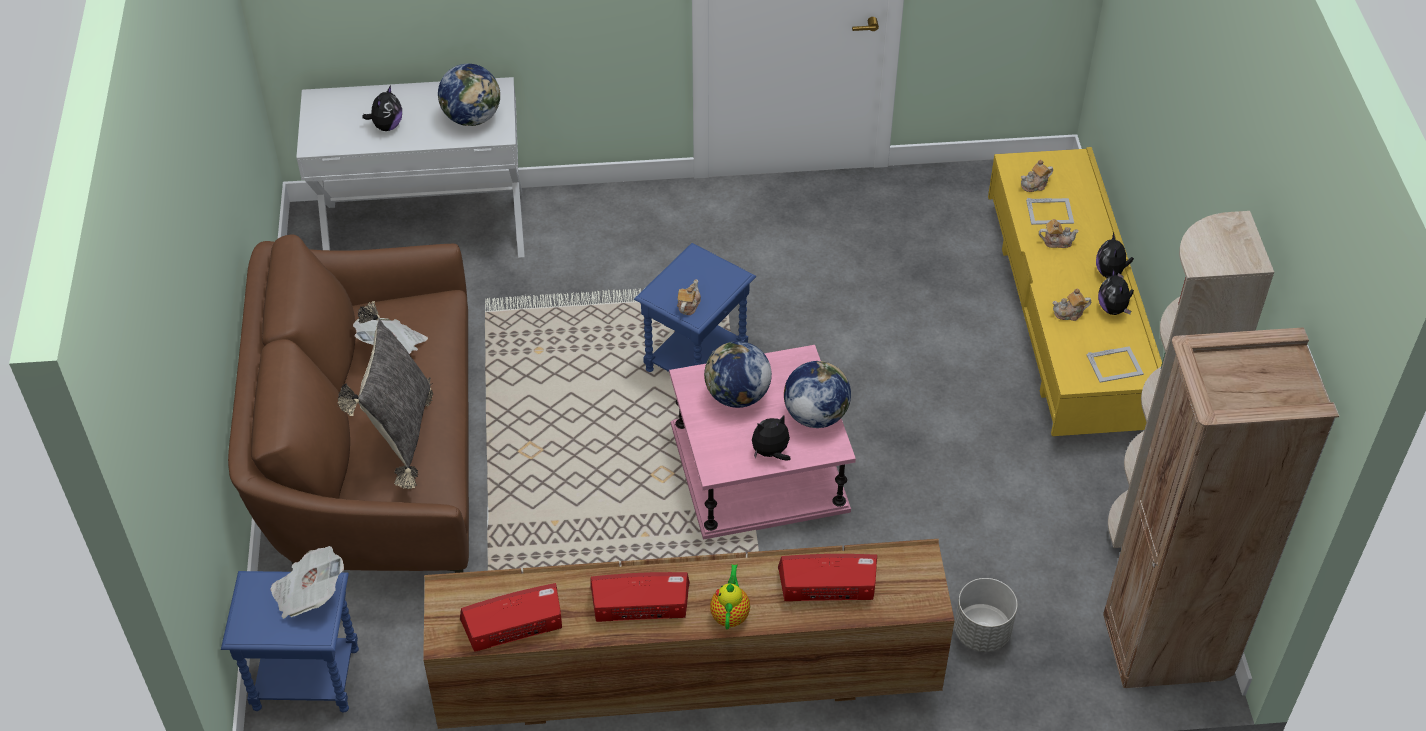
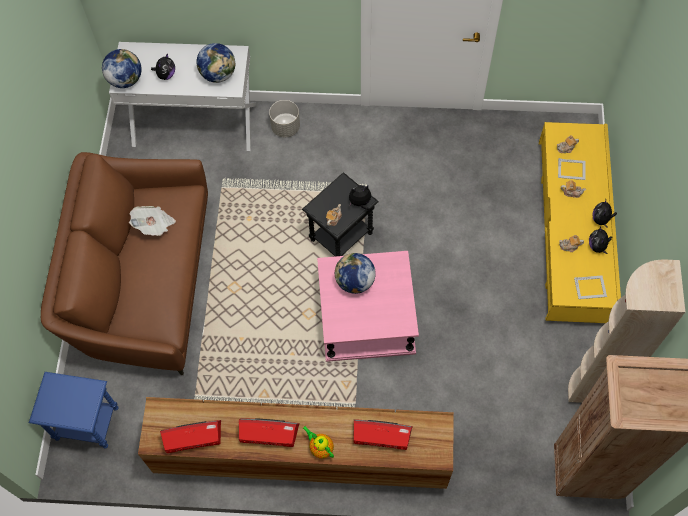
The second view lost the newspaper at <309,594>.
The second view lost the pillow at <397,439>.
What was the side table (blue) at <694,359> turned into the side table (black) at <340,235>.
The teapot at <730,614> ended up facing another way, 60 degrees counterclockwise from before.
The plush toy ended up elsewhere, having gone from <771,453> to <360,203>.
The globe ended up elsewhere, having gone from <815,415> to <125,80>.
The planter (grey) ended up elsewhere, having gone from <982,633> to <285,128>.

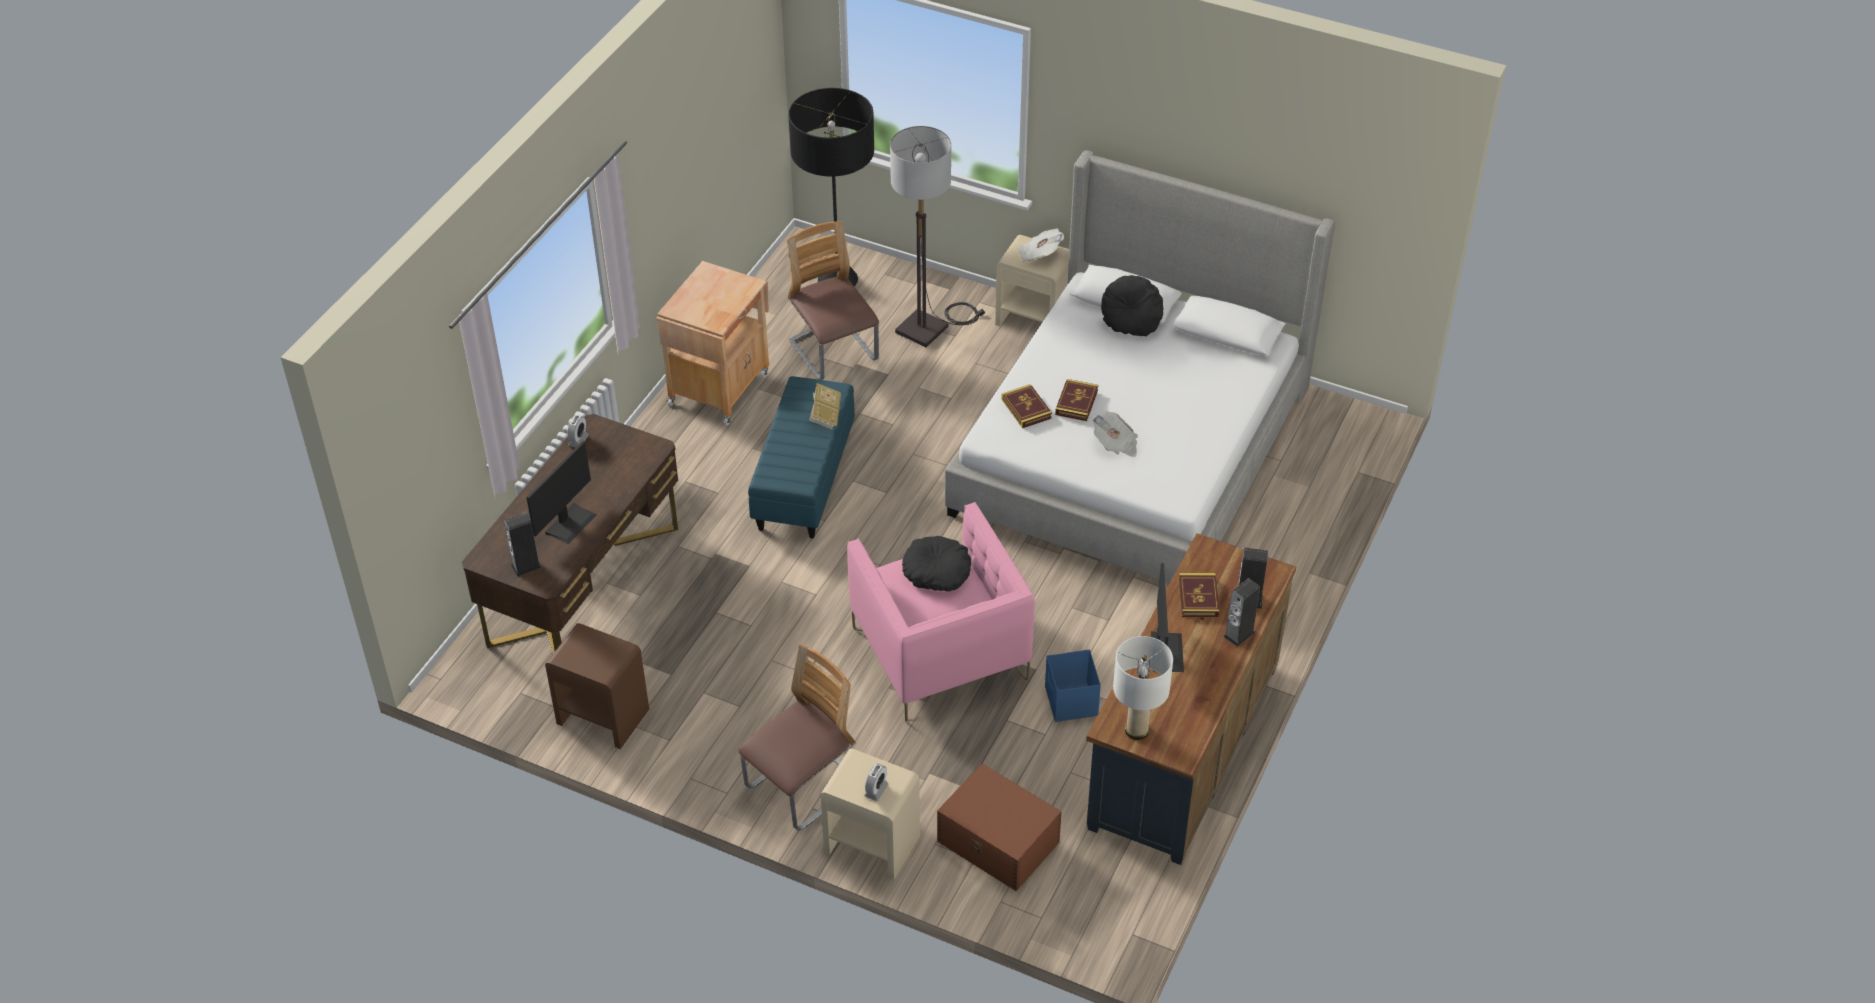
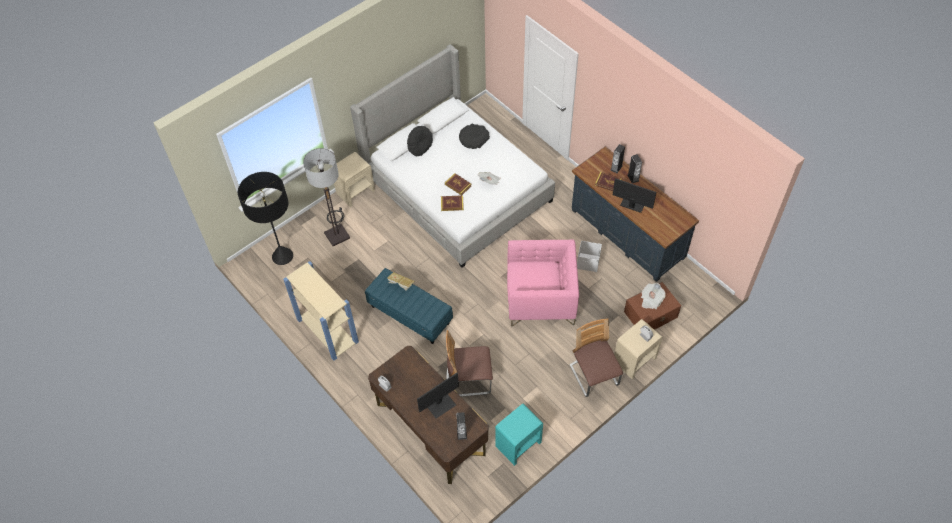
The monitor at <570,523> ended up facing another way, 90 degrees clockwise from before.
What was the nightstand (brown) at <602,716> turned into the nightstand (turquoise) at <518,444>.
Where the cart (brown) stood at <720,388>, the bookcase (beige) came to stand at <327,330>.
The chair ended up elsewhere, having gone from <833,352> to <469,380>.
The pillow (black) ended up elsewhere, having gone from <937,571> to <473,139>.
The newspaper ended up elsewhere, having gone from <1039,254> to <651,300>.
What was the storage box (blue) at <1071,702> turned into the storage box (white) at <588,262>.
The second view lost the table lamp (white) at <1137,730>.

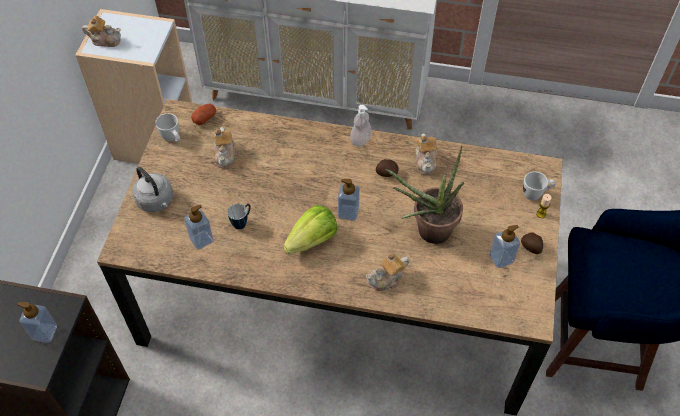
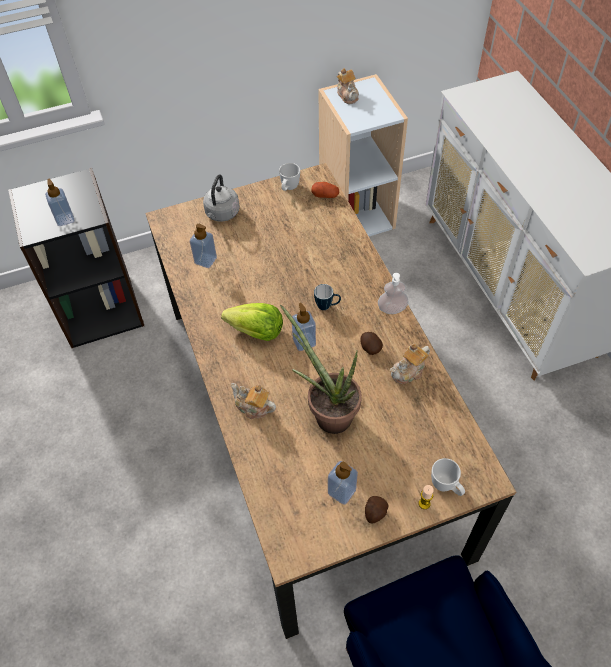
The second view lost the teapot at <225,155>.
The mug ended up elsewhere, having gone from <242,222> to <327,306>.

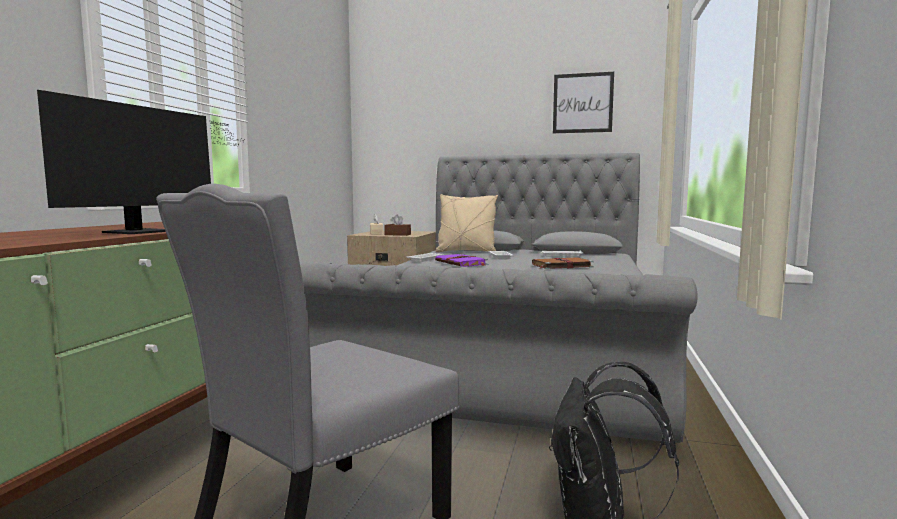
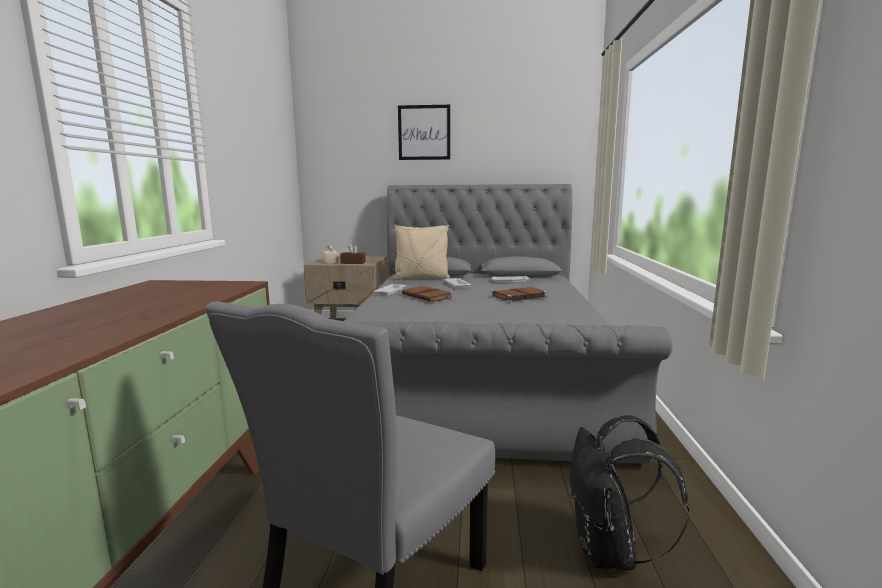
The second view lost the monitor at <148,231>.
What was the book (purple) at <461,263> turned into the book (brown) at <428,296>.
The picture ended up elsewhere, having gone from <582,103> to <424,132>.

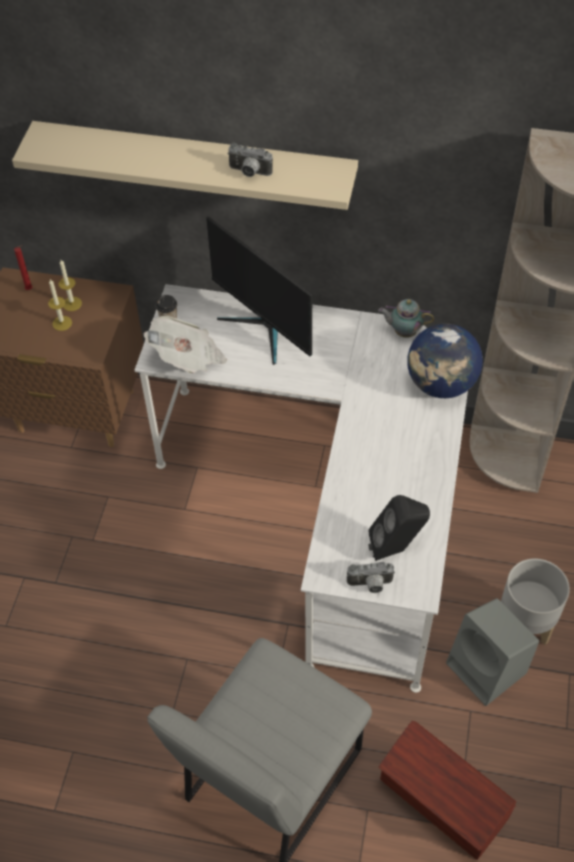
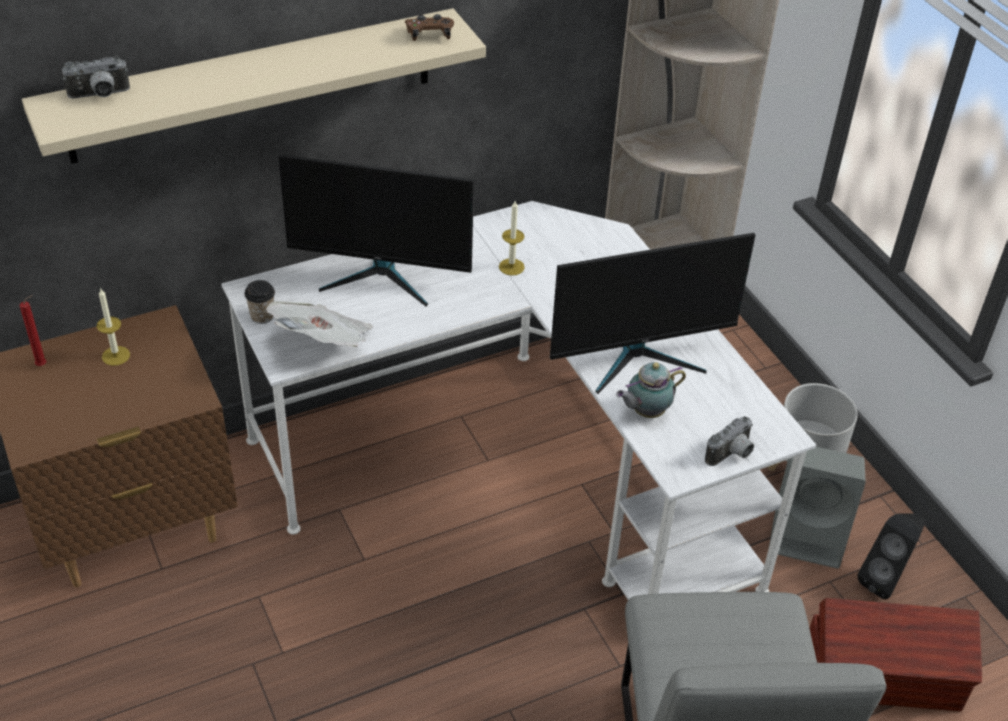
The candle ended up elsewhere, having gone from <62,323> to <511,267>.
The photo camera ended up elsewhere, having gone from <249,173> to <100,96>.
The speaker (black) ended up elsewhere, having gone from <396,548> to <885,579>.
The teapot ended up elsewhere, having gone from <403,332> to <646,412>.
The second view lost the globe at <441,384>.
The second view gained the game controller (brown) at <429,35>.
The second view gained the monitor at <640,358>.

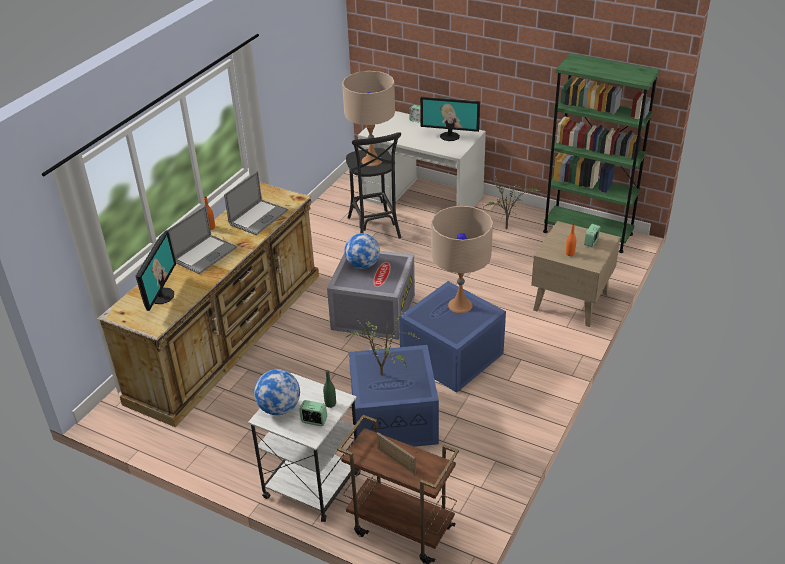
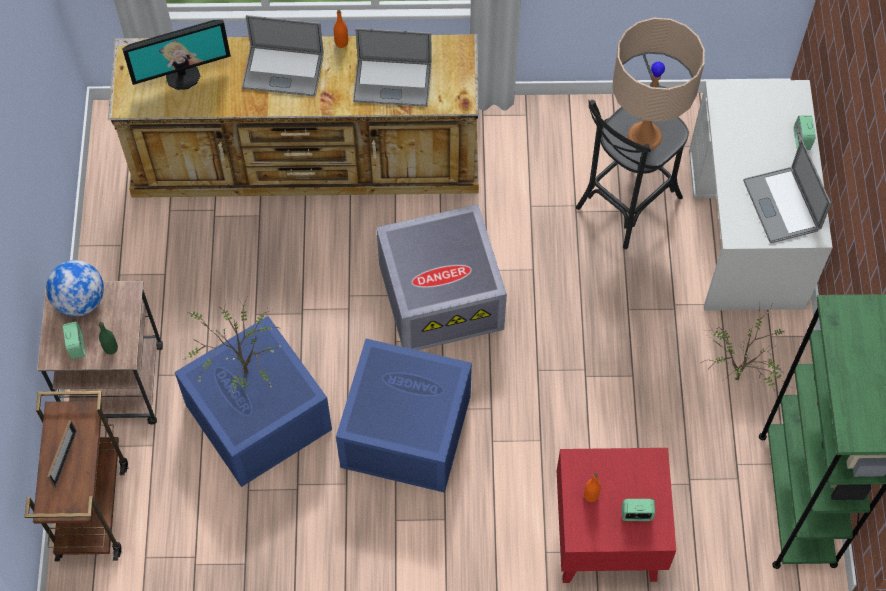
What was the cart (white) at <311,484> turned into the cart (brown) at <115,382>.
The second view lost the globe at <363,265>.
Where the monitor stood at <450,136>, the laptop came to stand at <781,205>.
The second view lost the table lamp (beige) at <460,305>.
What was the nightstand (beige) at <570,302> turned into the nightstand (red) at <605,537>.

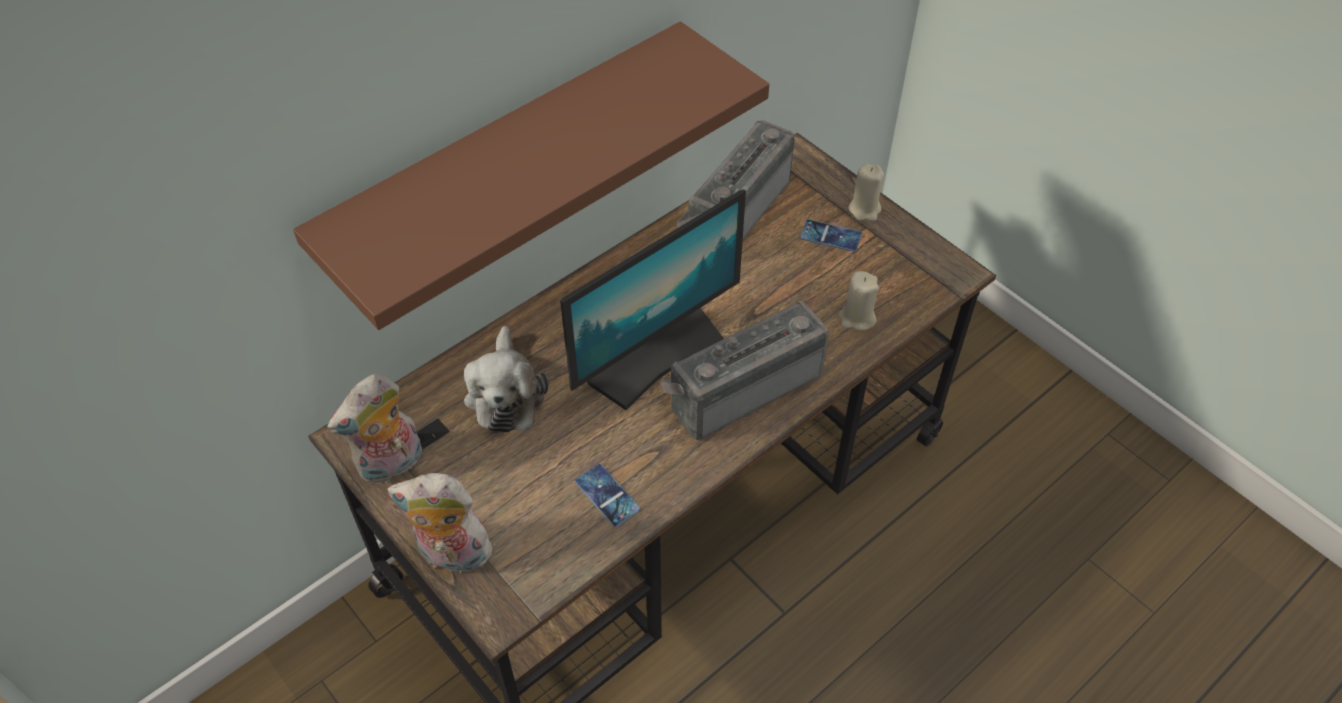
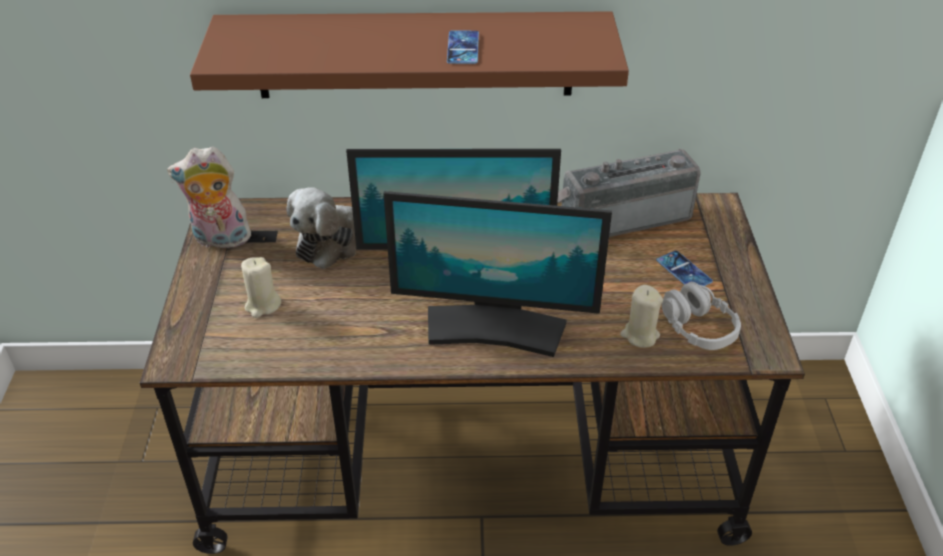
The second view lost the plush toy at <451,555>.
The phone ended up elsewhere, having gone from <607,495> to <463,48>.
Where the radio stood at <742,387>, the monitor came to stand at <494,328>.
The candle (beige) ended up elsewhere, having gone from <864,209> to <262,305>.
The second view gained the headphones (grey) at <698,328>.

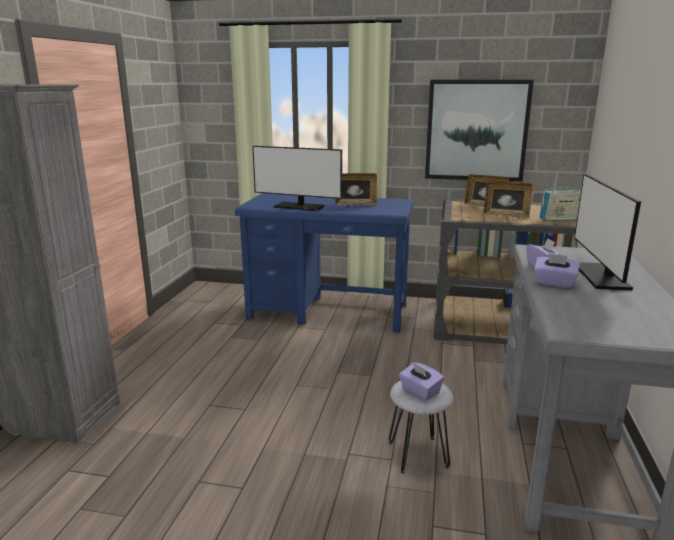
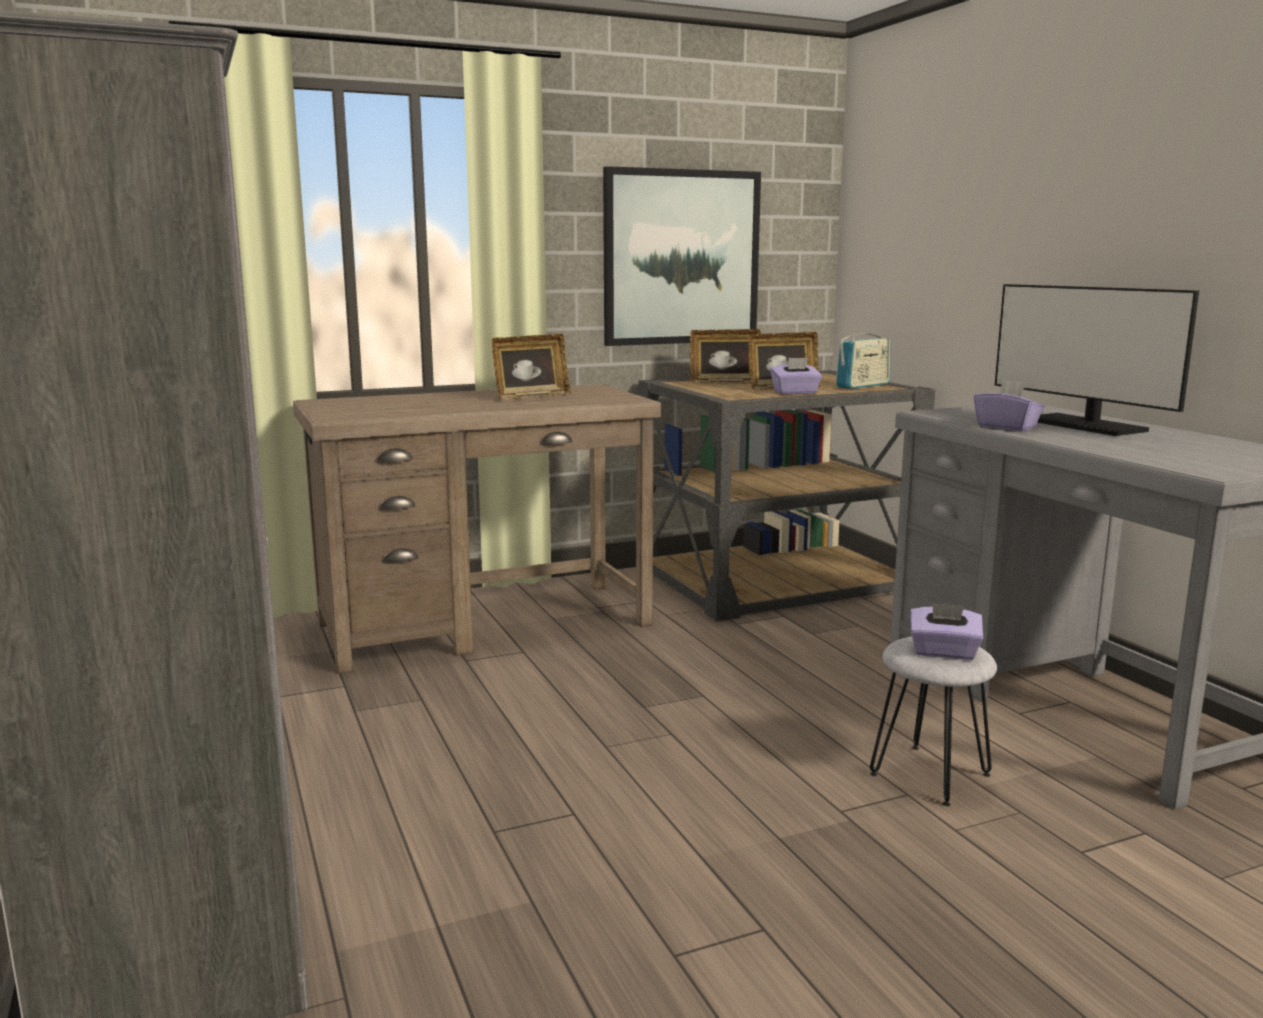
What was the desk (blue) at <328,311> turned into the desk (brown) at <485,623>.
The second view lost the monitor at <299,207>.
The tissue box (purple) ended up elsewhere, having gone from <554,283> to <795,393>.

